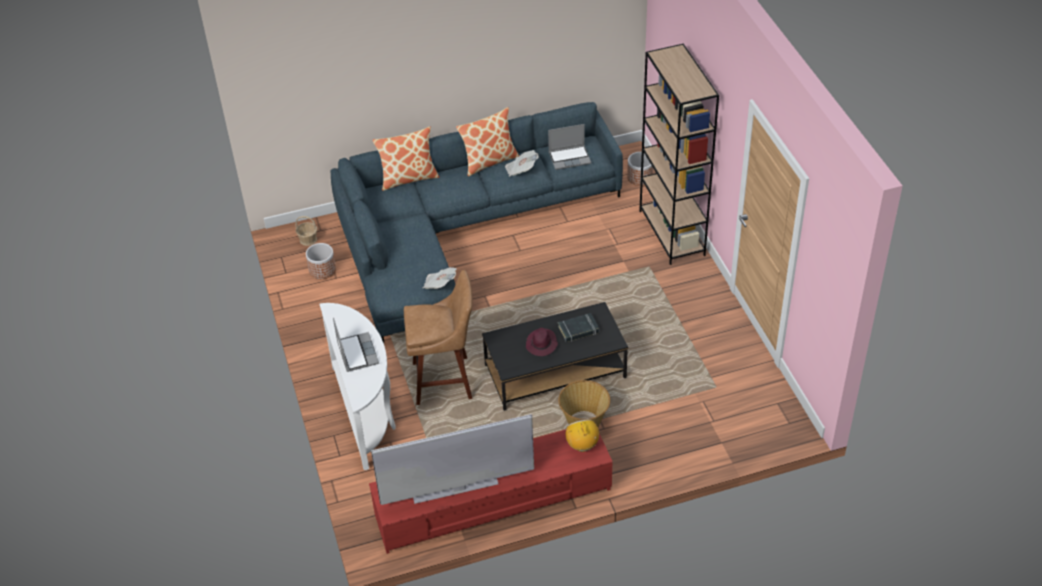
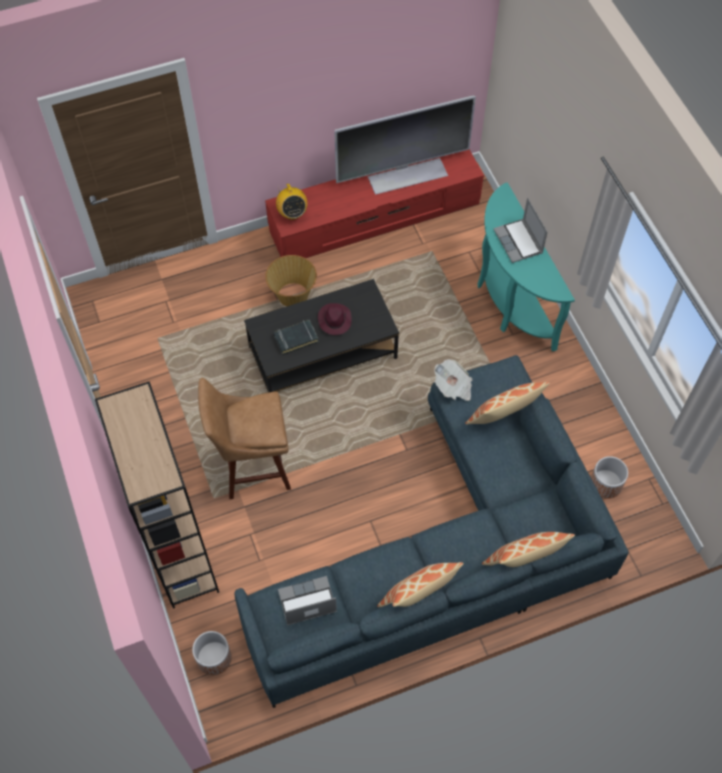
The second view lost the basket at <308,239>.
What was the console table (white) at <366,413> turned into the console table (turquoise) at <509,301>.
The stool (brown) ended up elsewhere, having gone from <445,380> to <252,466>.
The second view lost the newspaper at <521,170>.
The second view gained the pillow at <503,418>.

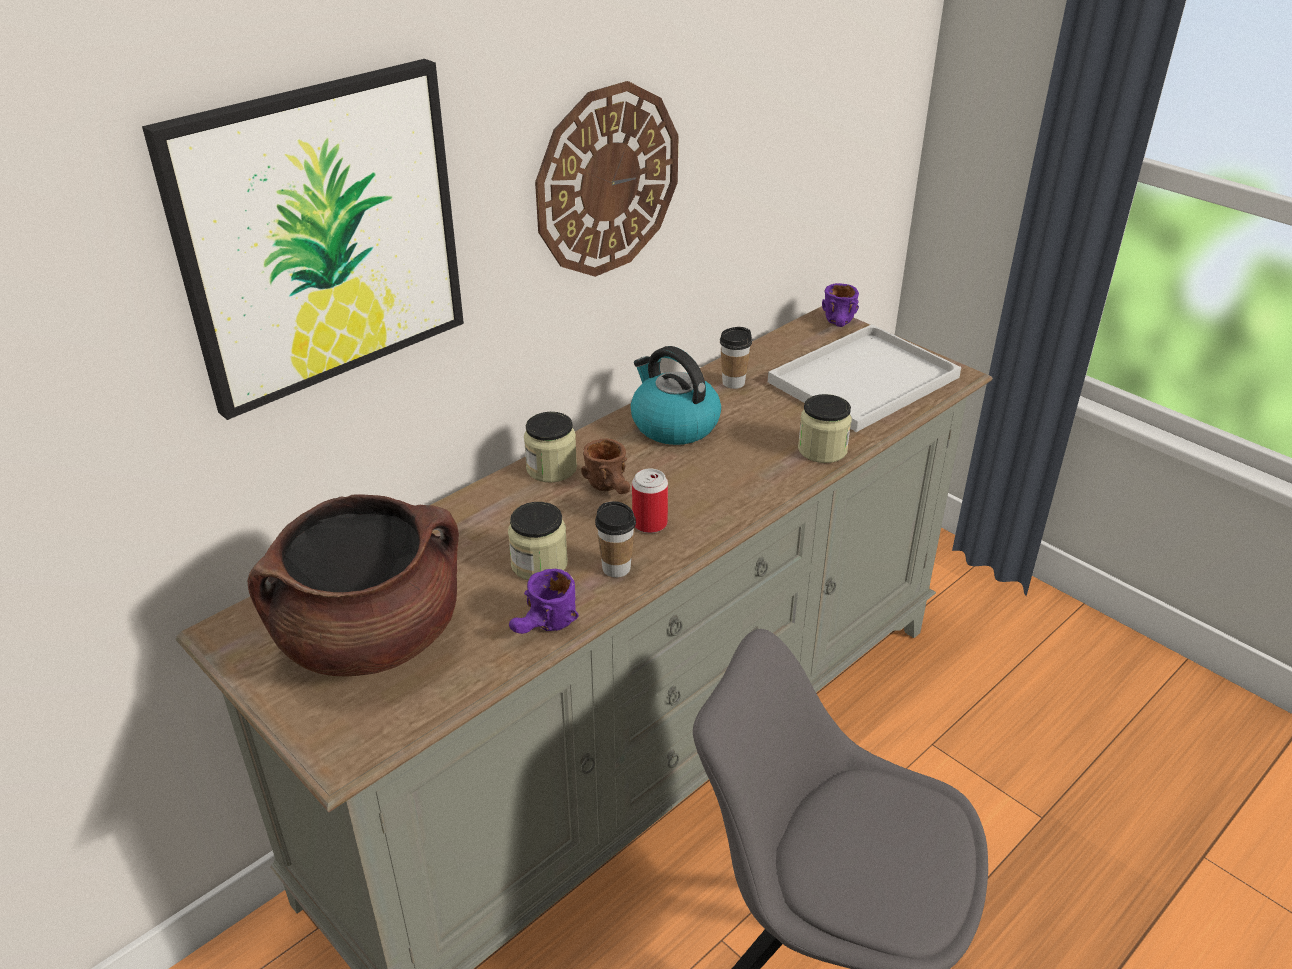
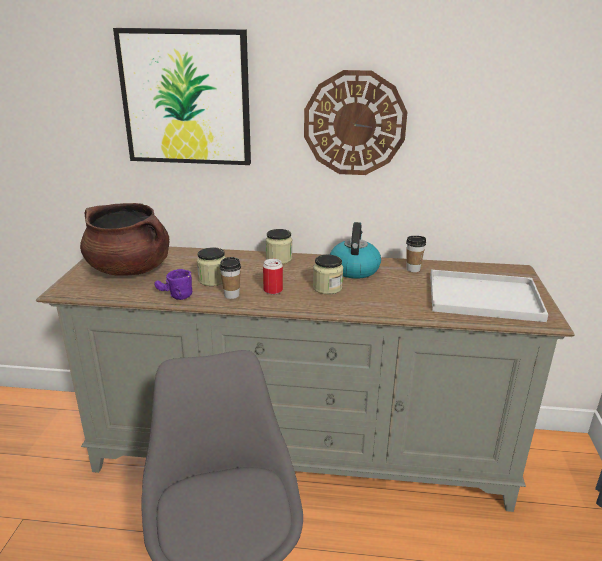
The second view lost the mug (brown) at <613,488>.
The jar ended up elsewhere, having gone from <822,450> to <327,288>.
The second view lost the mug (purple) at <840,325>.

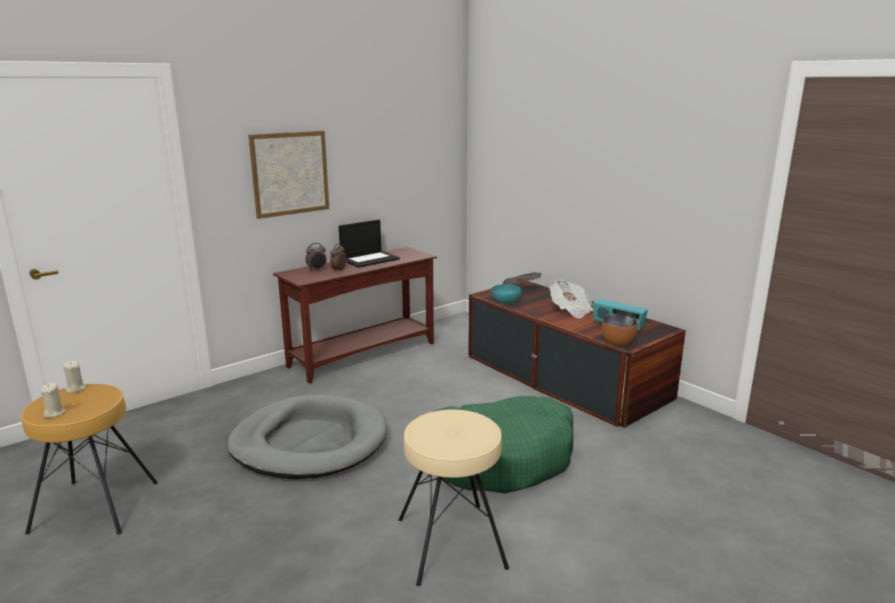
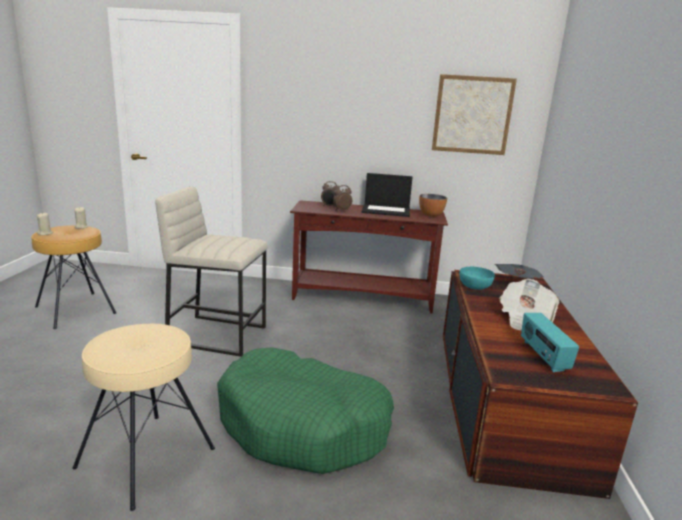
Where the dog bed (grey) stood at <309,442>, the stool (beige) came to stand at <217,335>.
The picture ended up elsewhere, having gone from <290,172> to <472,114>.
The bowl ended up elsewhere, having gone from <617,343> to <431,215>.

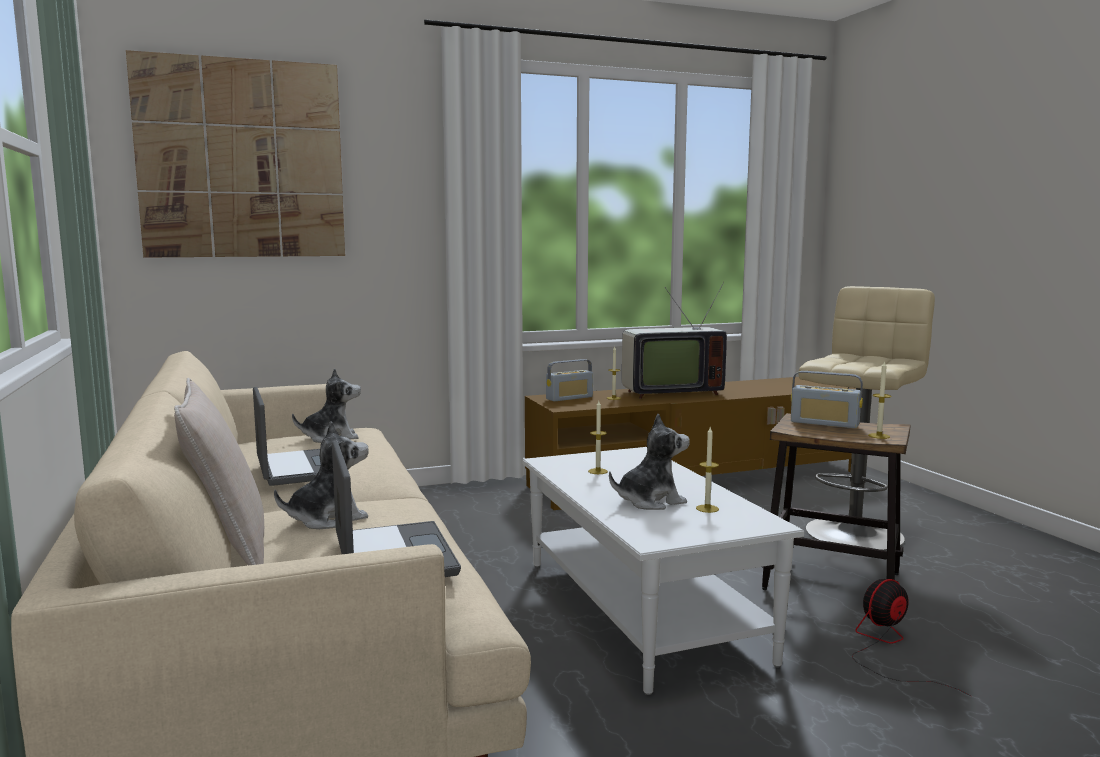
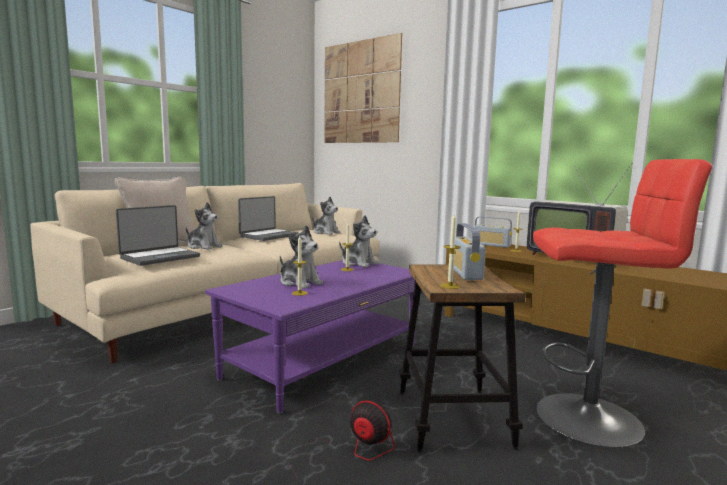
What was the coffee table (white) at <640,608> turned into the coffee table (purple) at <325,361>.
What was the stool (beige) at <855,534> turned into the stool (red) at <589,419>.
The second view gained the plush toy at <358,263>.

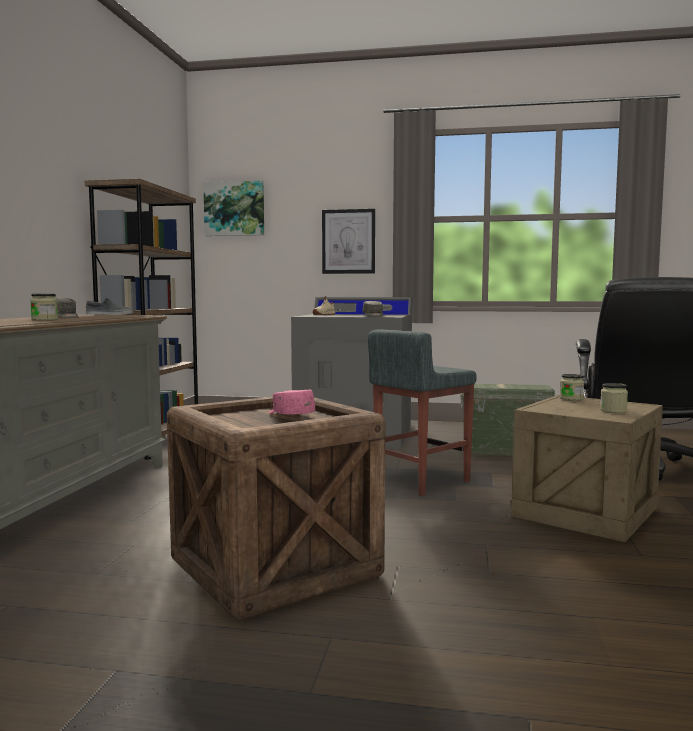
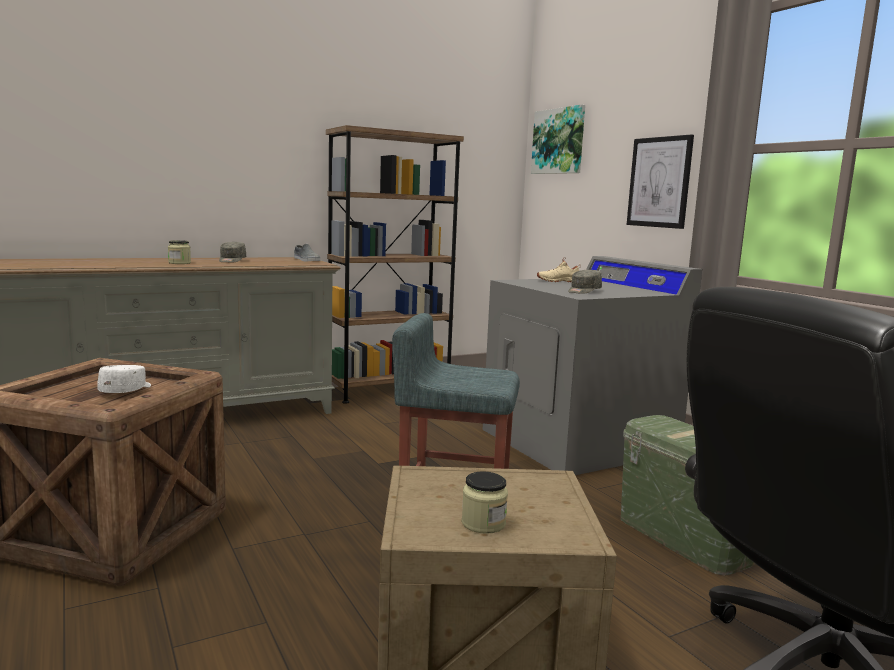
What was the cap (pink) at <290,415> turned into the cap (white) at <127,390>.
The second view lost the jar at <571,398>.

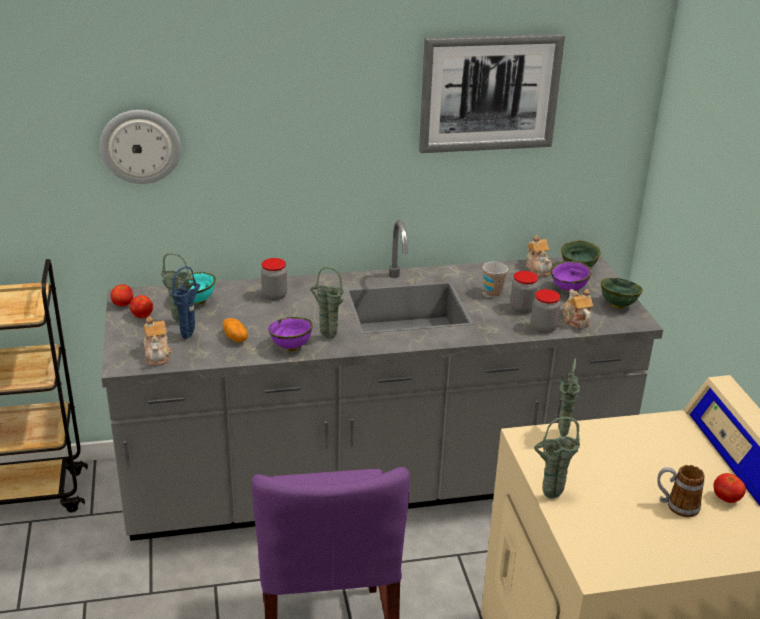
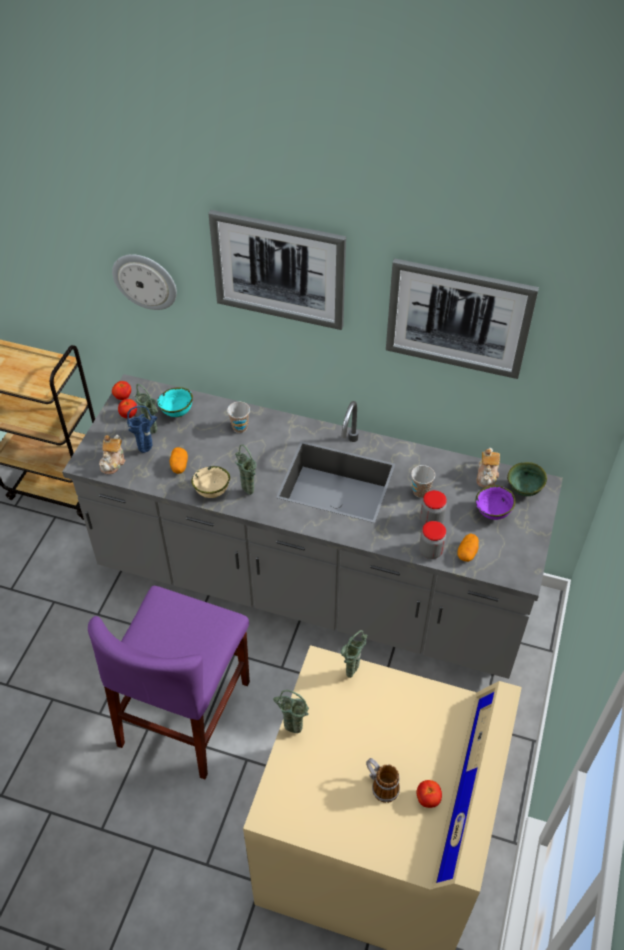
Where the jar stood at <274,295>, the cup came to stand at <240,427>.
What was the bowl (purple) at <290,348> turned into the bowl (beige) at <211,492>.
Where the teapot stood at <575,320>, the potato came to stand at <467,552>.
The second view lost the bowl (green) at <617,305>.
The second view gained the picture at <279,269>.

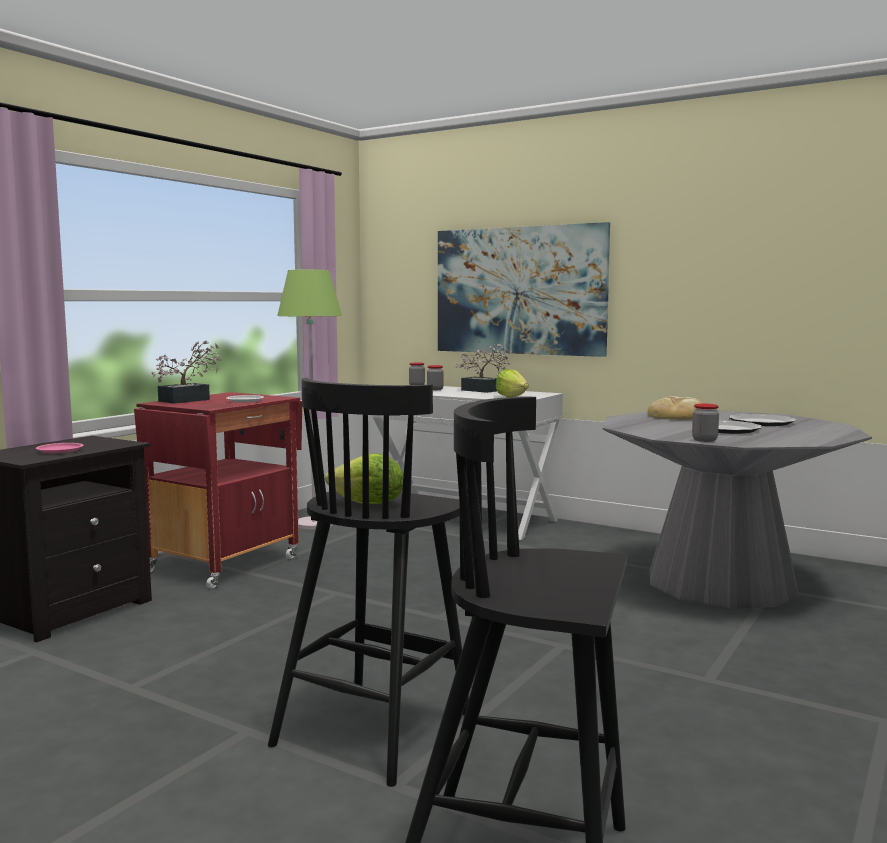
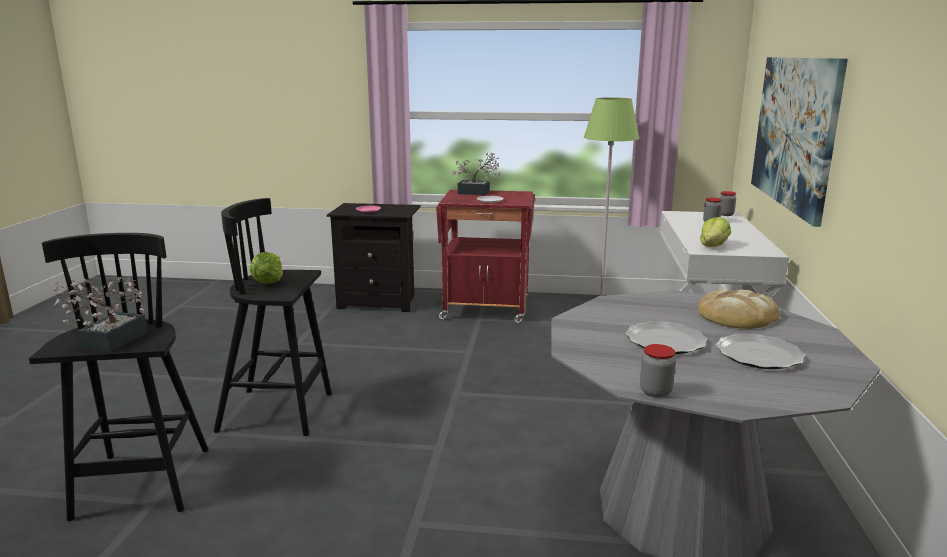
The potted plant ended up elsewhere, having gone from <484,391> to <109,343>.
The jar ended up elsewhere, having gone from <704,440> to <655,391>.

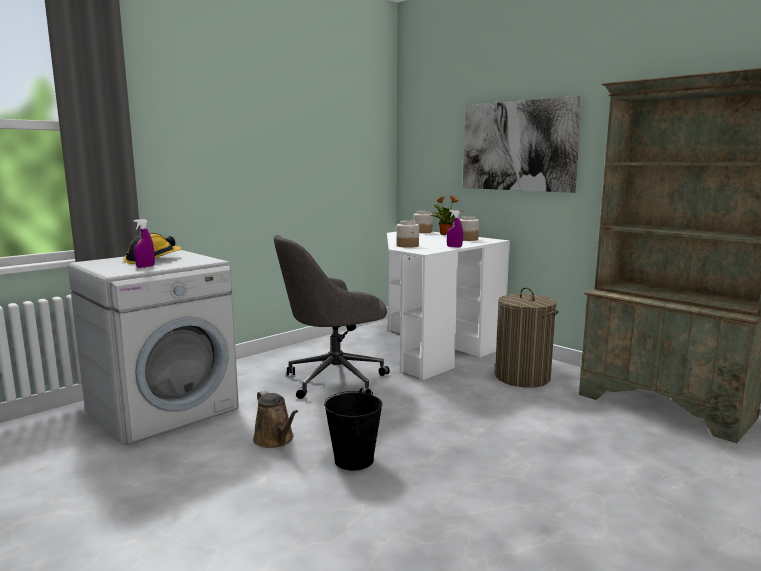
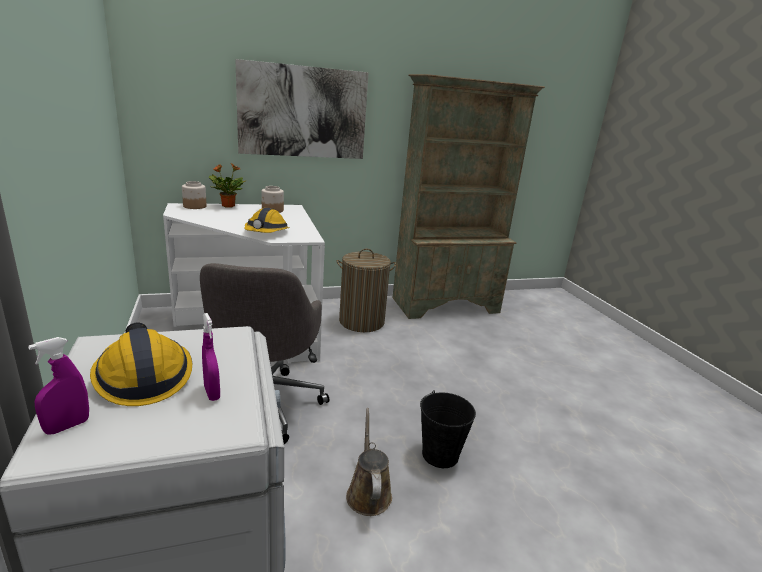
The watering can (brown) at <275,440> ended up facing another way, 90 degrees counterclockwise from before.
Where the jar stood at <407,246>, the hard hat came to stand at <266,233>.
The spray bottle (purple) ended up elsewhere, having gone from <454,247> to <67,426>.

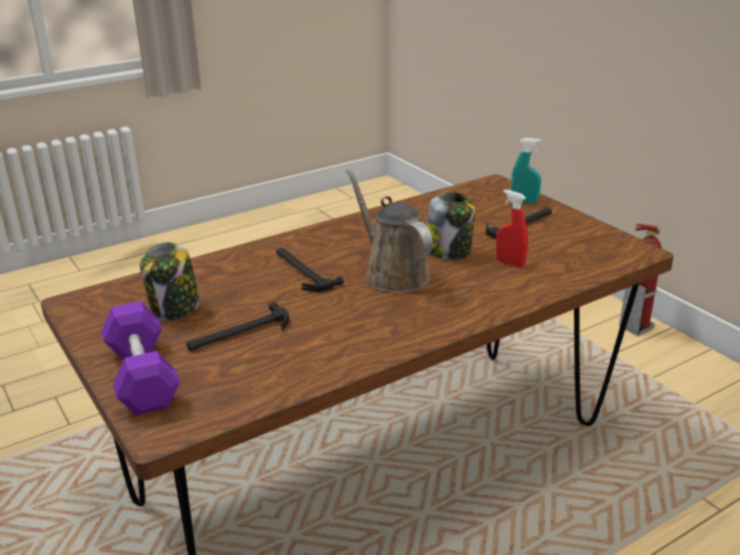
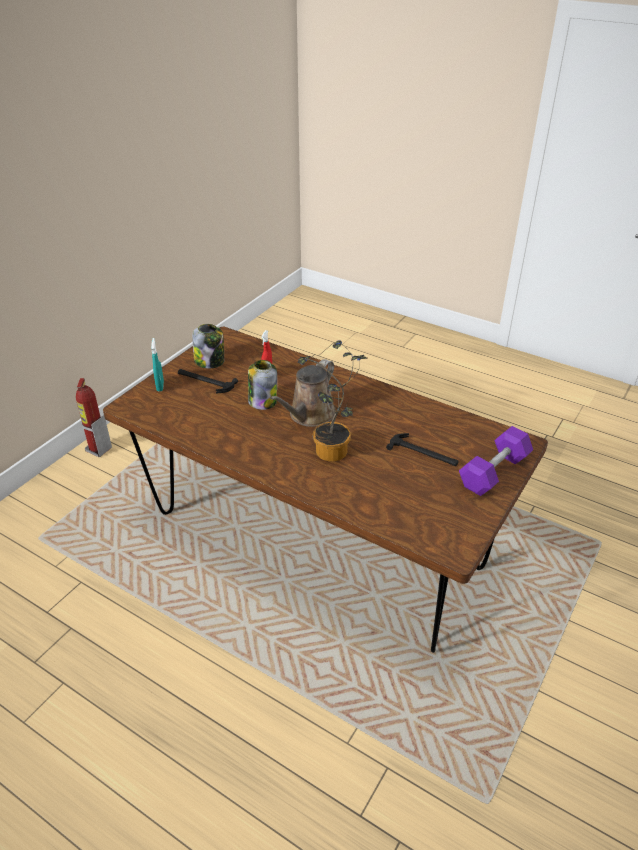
The jar ended up elsewhere, having gone from <175,309> to <210,361>.
Where the hammer stood at <302,272>, the potted plant came to stand at <332,454>.

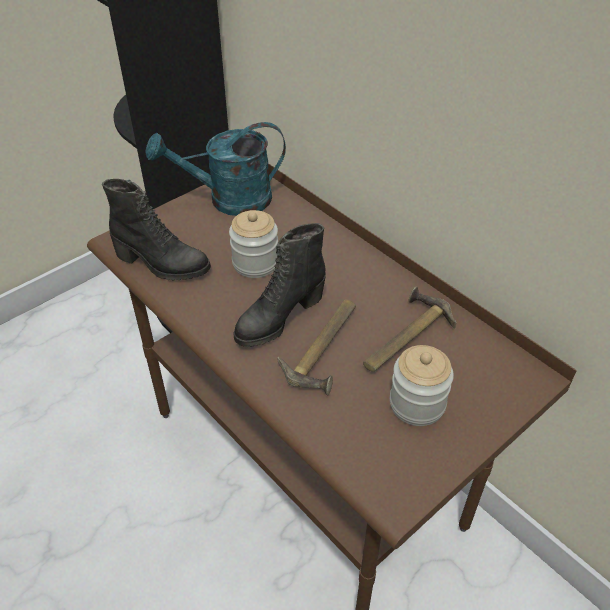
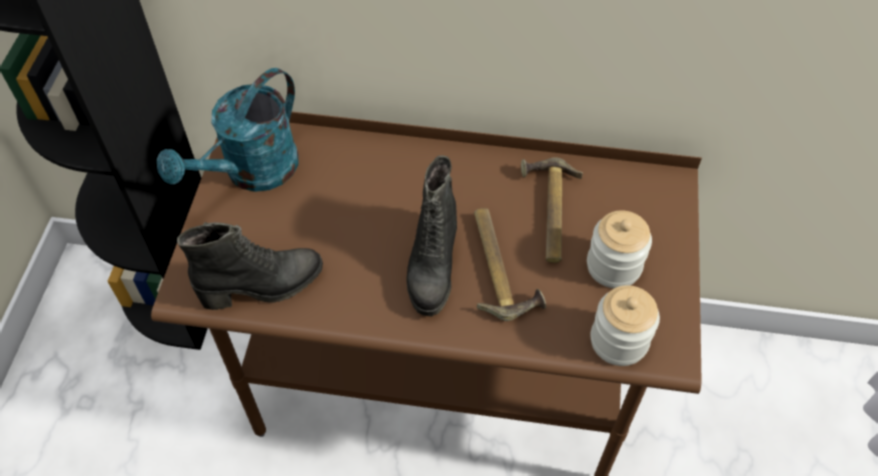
The jar ended up elsewhere, having gone from <255,263> to <619,341>.

